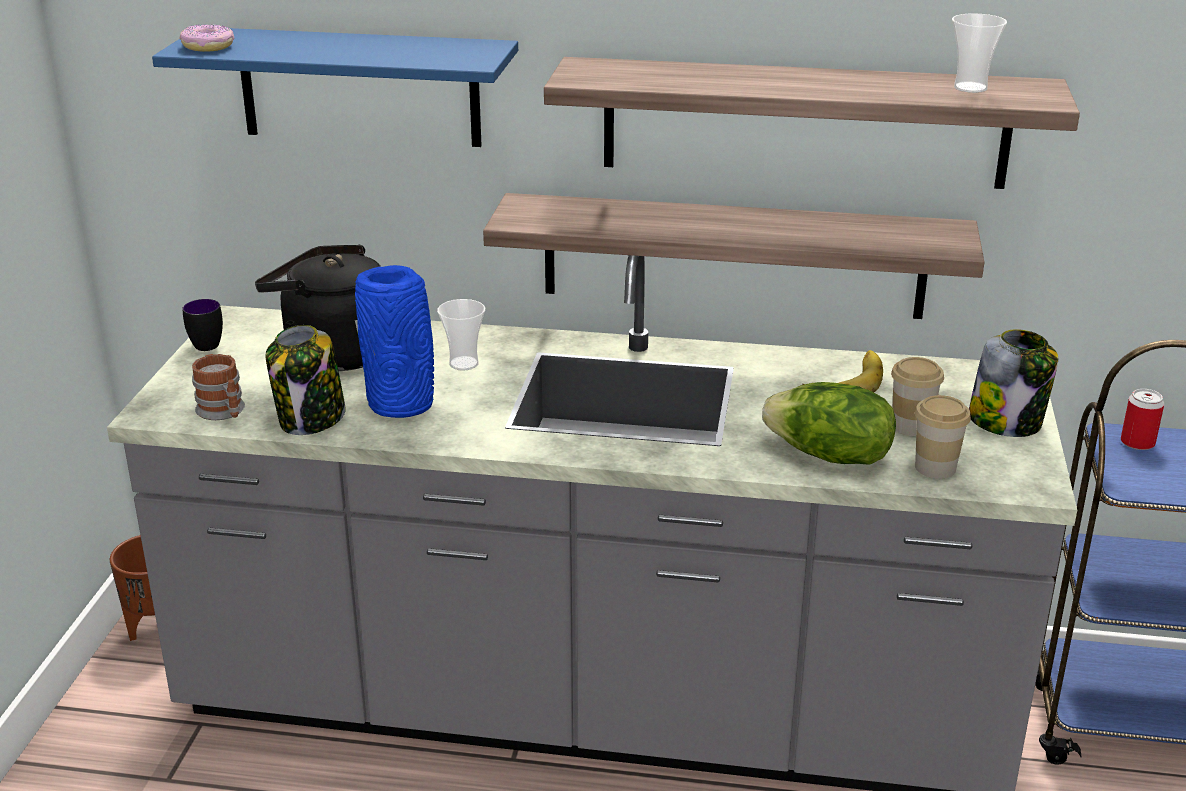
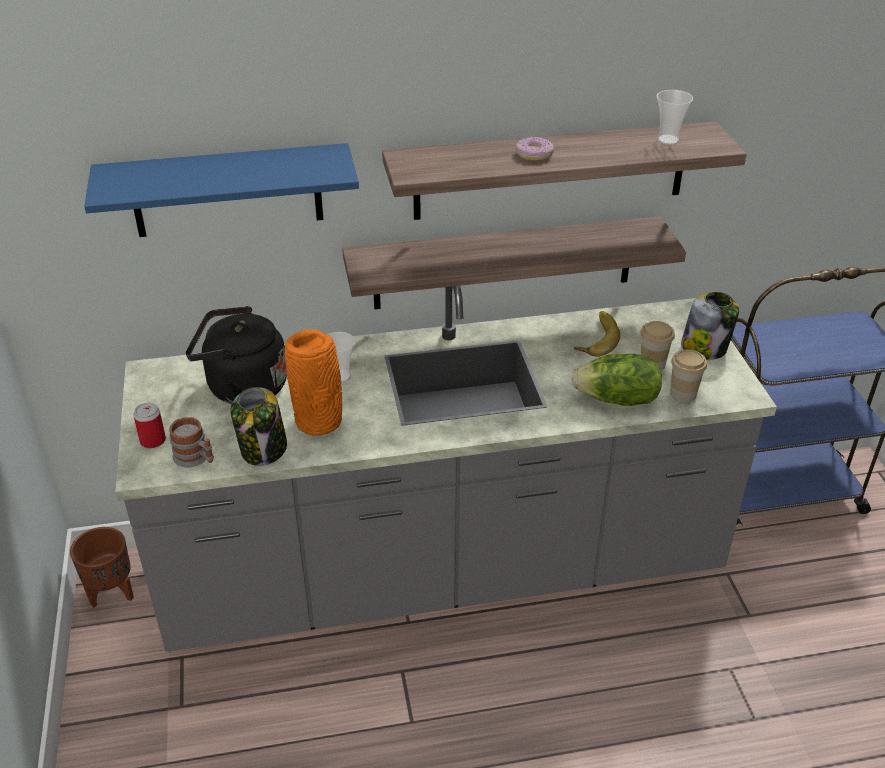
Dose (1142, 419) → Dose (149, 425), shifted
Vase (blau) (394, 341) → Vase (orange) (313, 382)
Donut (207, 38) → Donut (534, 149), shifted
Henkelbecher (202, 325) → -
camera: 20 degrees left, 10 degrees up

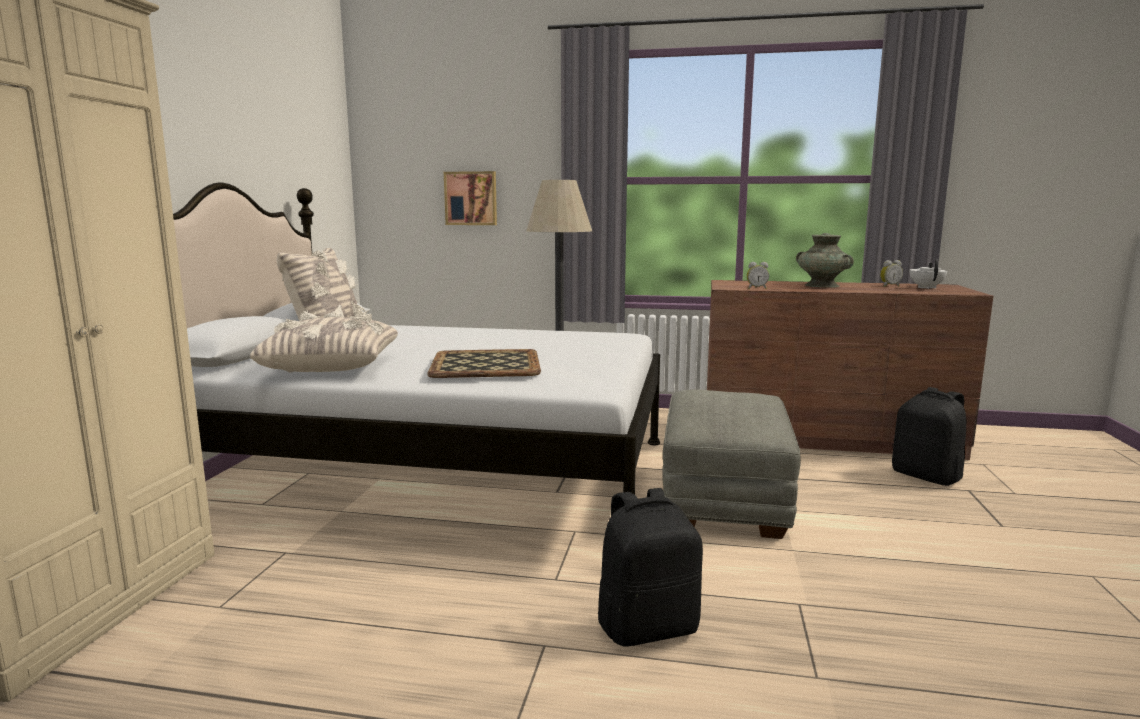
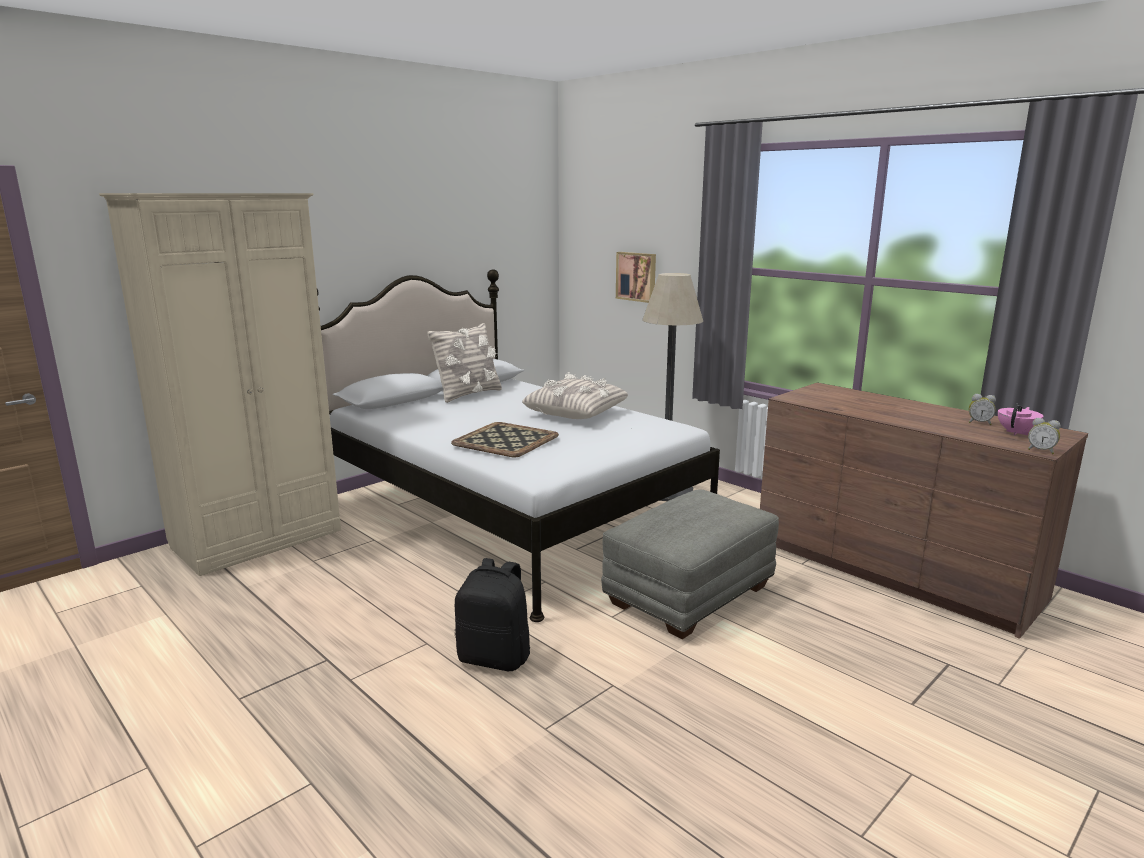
Kissen (beige) (324, 341) → Kissen (beige) (575, 396), shifted
Teekanne (weiß) (928, 274) → Teekanne (rosa) (1020, 419)
Wecker (758, 275) → Wecker (1044, 436), shifted
Vase (türkis) (825, 260) → -
Rucksack (schwarz) (929, 436) → -
camera: 35 degrees right, 5 degrees up

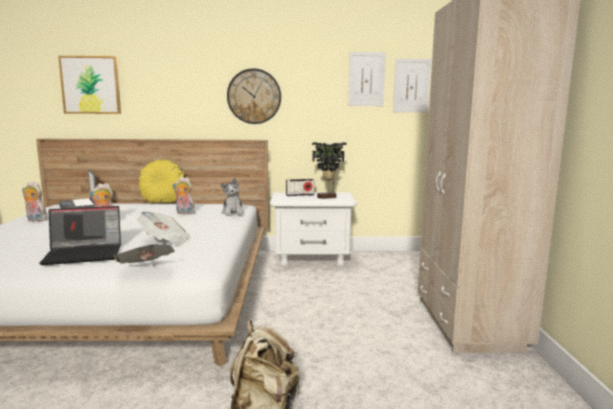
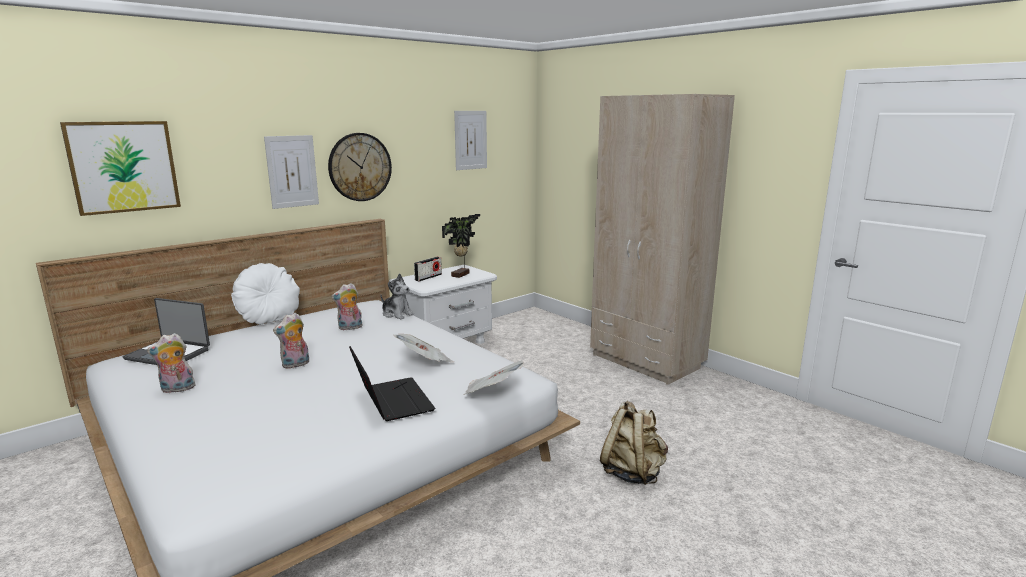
Kissen (gelb) (161, 181) → Kissen (weiß) (265, 294)
Bild (412, 85) → Bild (291, 172), shifted
Laptop (80, 235) → Laptop (392, 383), 60 degrees counterclockwise
camera: 40 degrees left, 5 degrees up

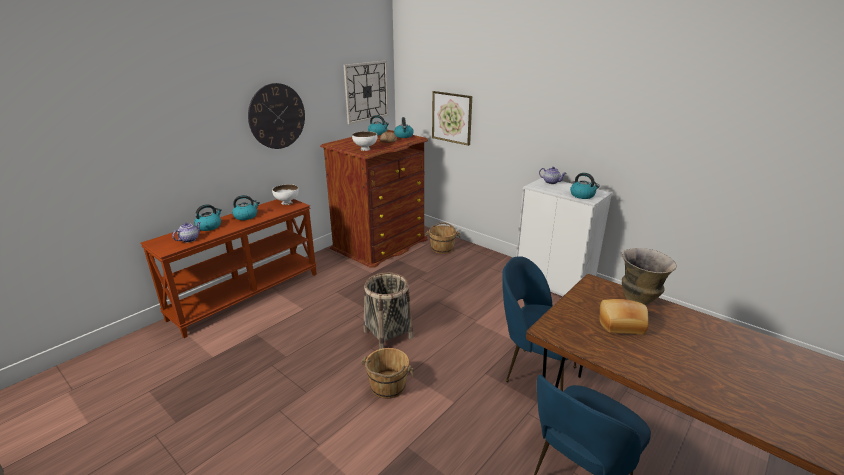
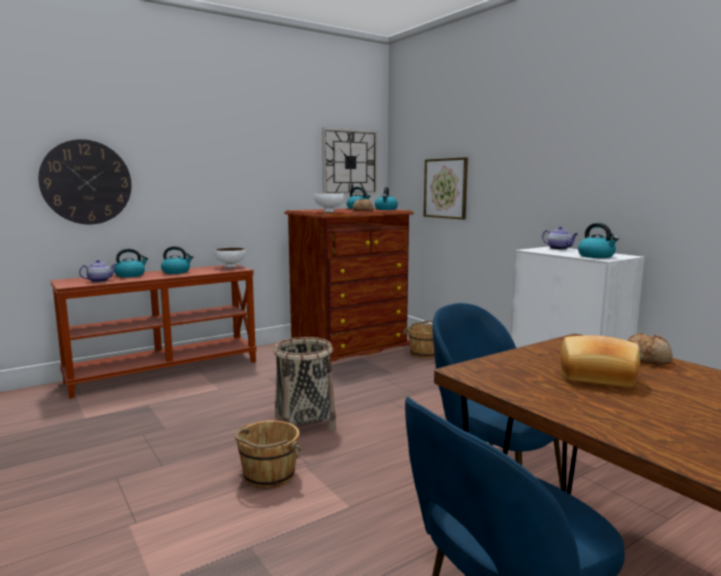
Wanduhr (276, 116) → Wanduhr (85, 181), shifted
Vase (649, 276) → Brot (650, 349)
camera: 15 degrees right, 15 degrees down

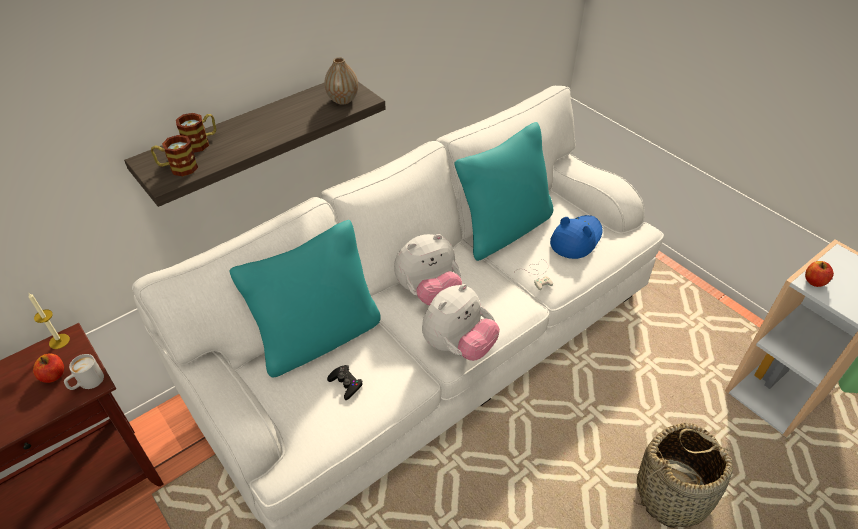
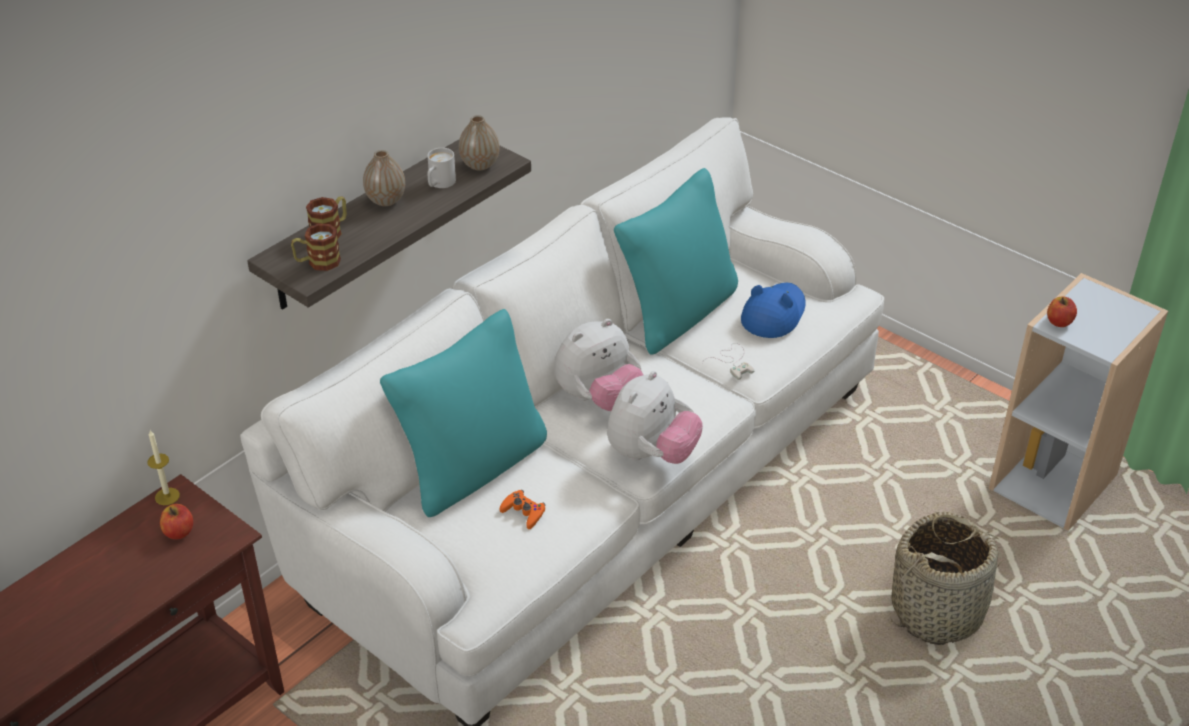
- → Vase (384, 178)
Henkelbecher (weiß) (84, 372) → Henkelbecher (weiß) (441, 168), shifted
Gamepad (schwarz) (345, 382) → Gamepad (orange) (522, 509)
camera: 10 degrees left, 5 degrees down

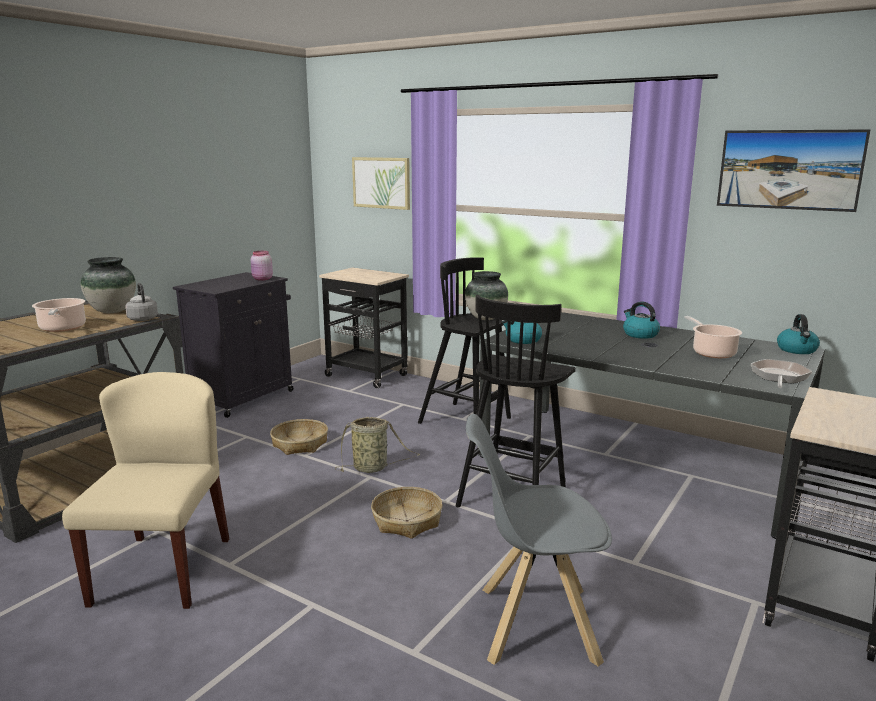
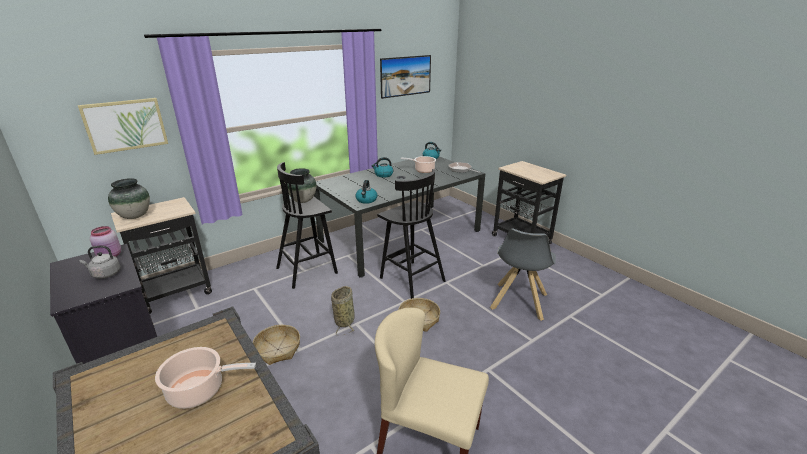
Wasserkessel (grau) (141, 302) → Wasserkessel (grau) (100, 262), shifted
Vase (108, 285) → Vase (129, 198), shifted
camera: 70 degrees left, 10 degrees up

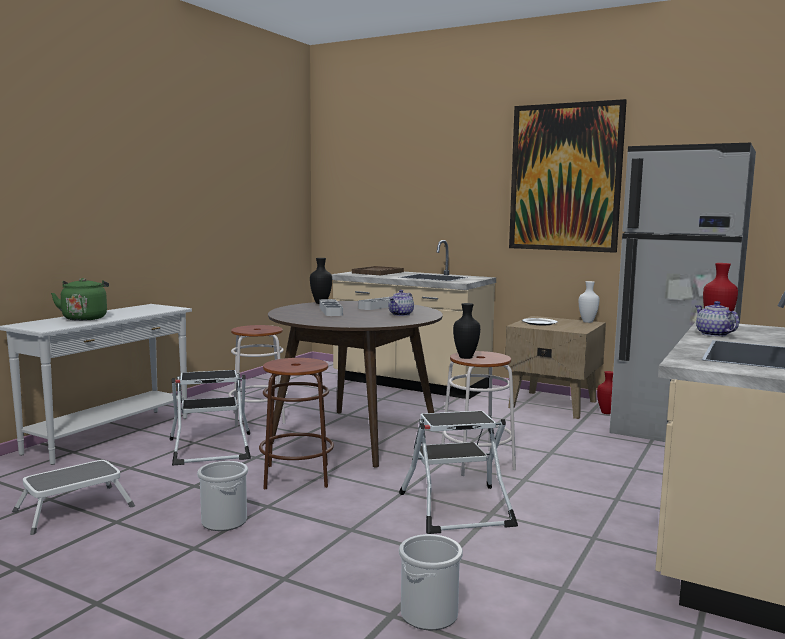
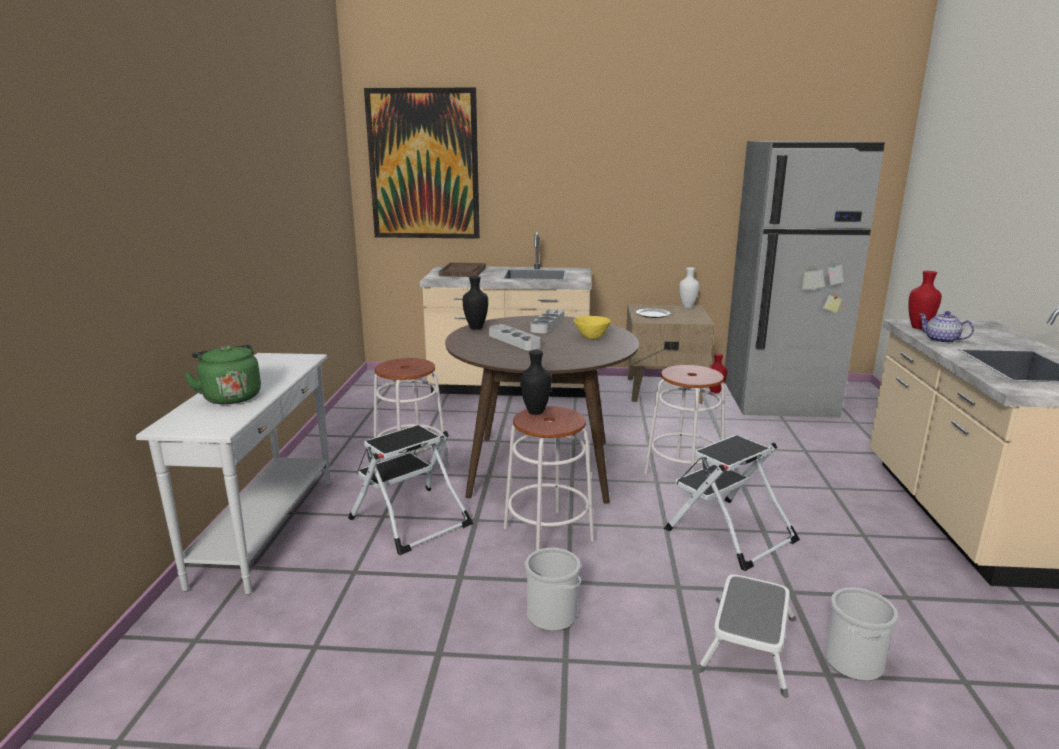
Bild (568, 176) → Bild (422, 163), shifted
Hocker (braun) (296, 423) → Hocker (weiß) (549, 478)
Vase (schwarz) (466, 331) → Vase (schwarz) (536, 382), shifted
Teekanne (401, 303) → Schüssel (gelb) (592, 327)
Trittleiter (grau) (73, 497) → Trittleiter (grau) (746, 636), shifted
camera: 25 degrees left, 10 degrees up

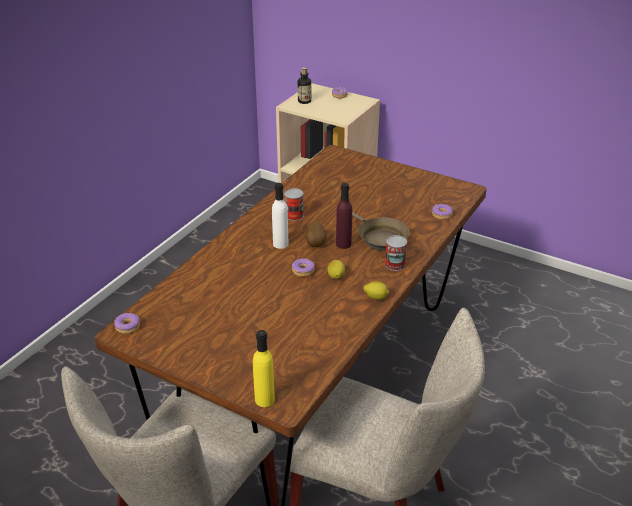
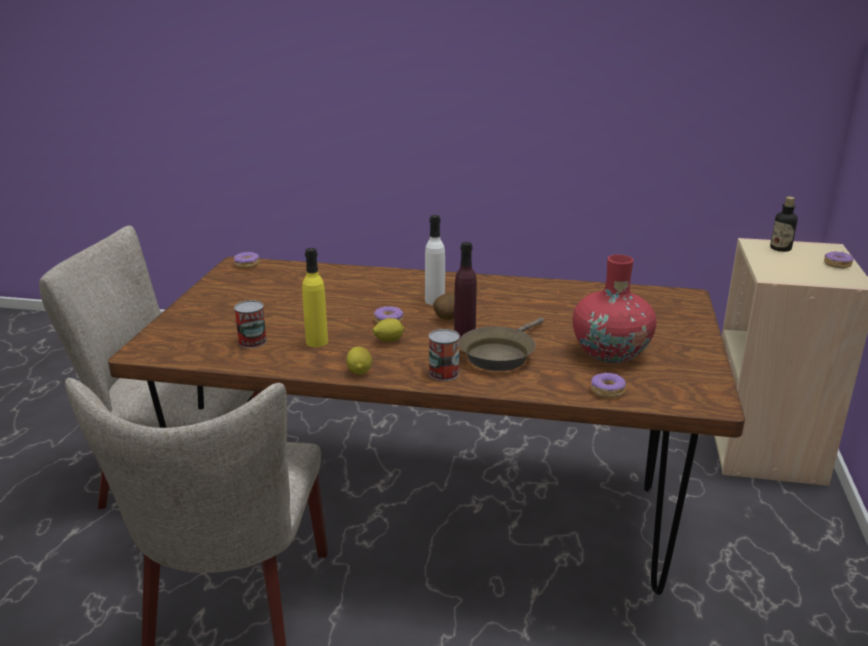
Dose (294, 204) → Dose (250, 324), shifted
Flasche (gelb) (264, 368) → Flasche (gelb) (315, 297), shifted
- → Vase (rot) (615, 309)
camera: 70 degrees right, 10 degrees down

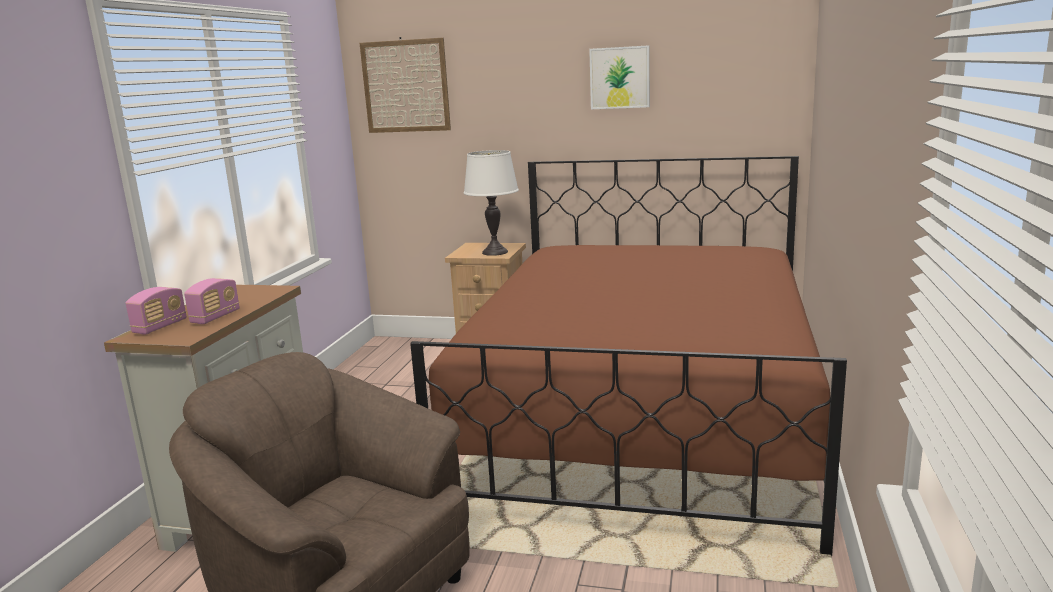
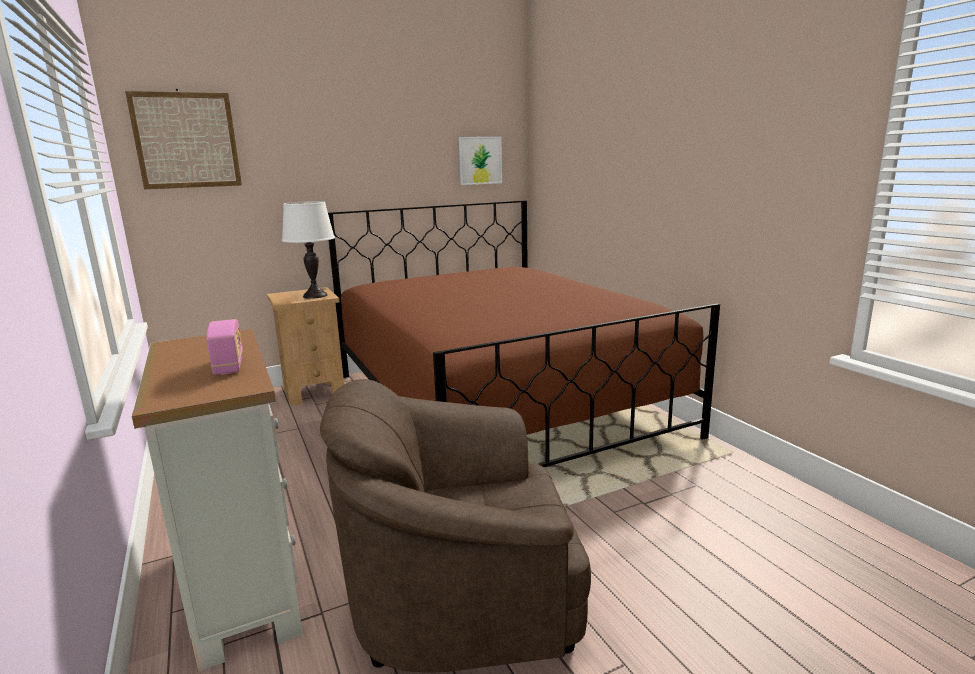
Bild (619, 77) → Bild (480, 161), shifted
Radio (156, 310) → -
camera: 40 degrees left, 0 degrees up

